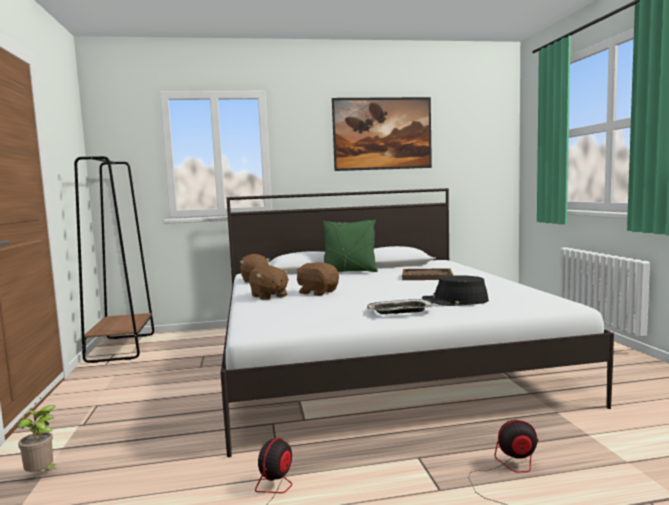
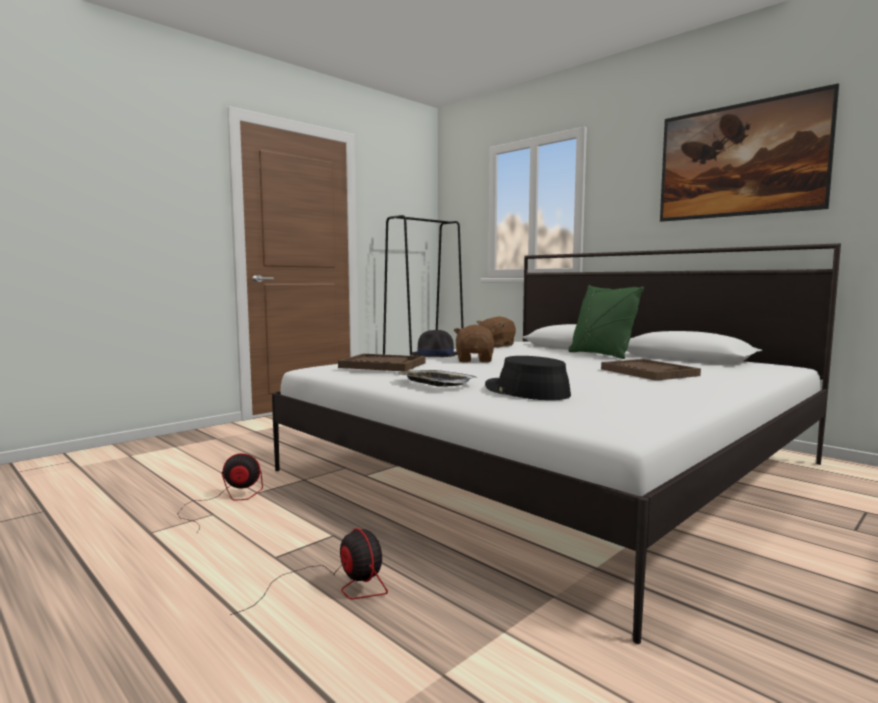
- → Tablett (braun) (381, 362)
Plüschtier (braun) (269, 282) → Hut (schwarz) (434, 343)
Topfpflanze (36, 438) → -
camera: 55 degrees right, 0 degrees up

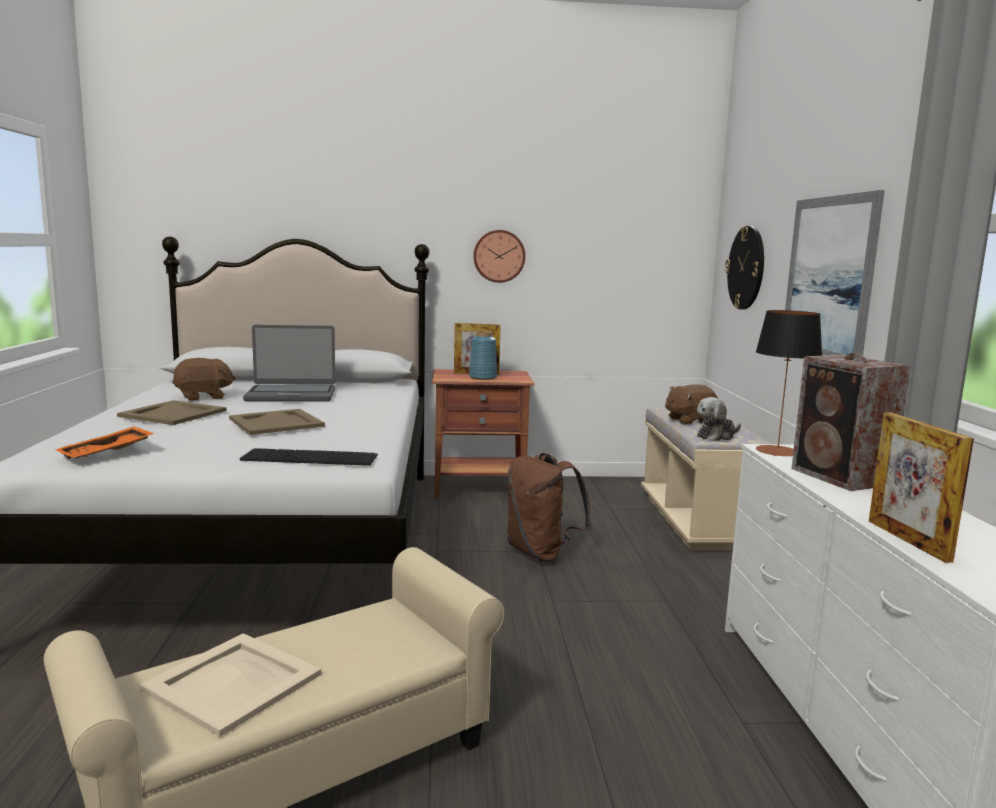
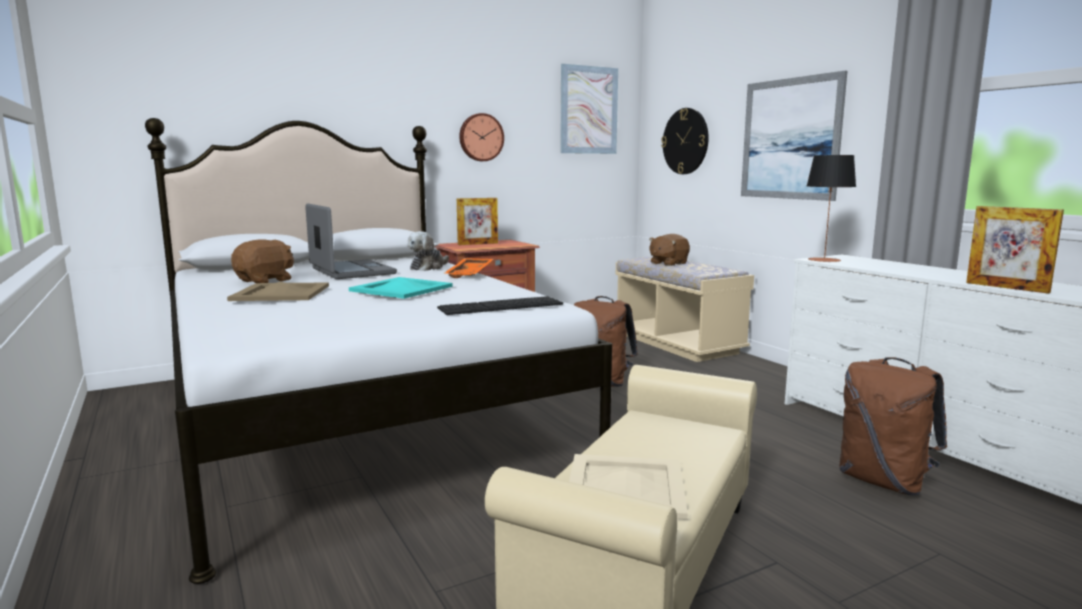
Laptop (289, 363) → Laptop (351, 241), 90 degrees counterclockwise
Tablett (beige) (277, 422) → Tablett (türkis) (401, 288)
Plüschtier (719, 419) → Plüschtier (428, 251), shifted
Tablett (orange) (104, 443) → Tablett (orange) (468, 268), shifted
- → Bild (589, 109)
- → Rucksack (braun) (893, 426)
Vase (blau) (483, 355) → -
Lautsprecher (851, 422) → -
camera: 25 degrees left, 0 degrees up

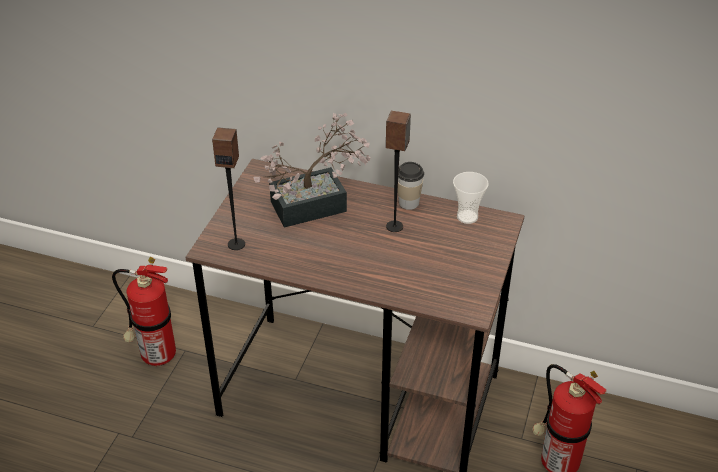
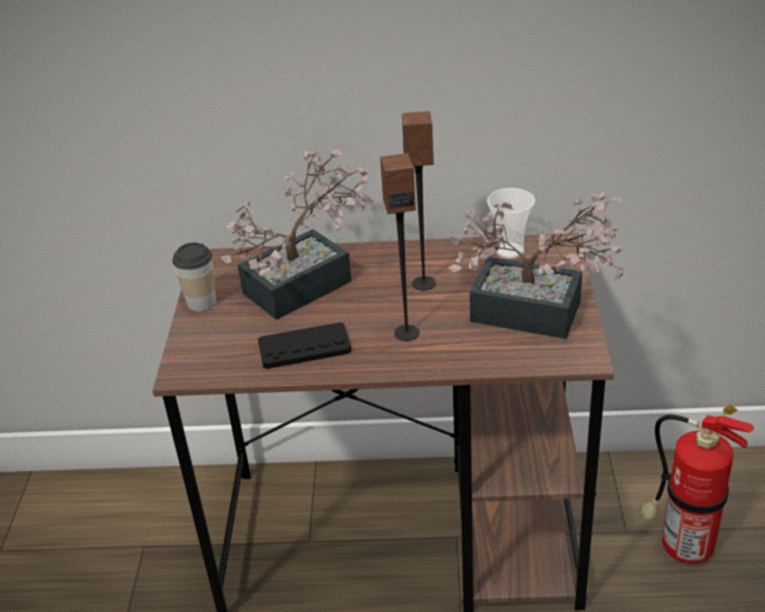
Tasse (411, 186) → Tasse (194, 276), shifted
- → Gamepad (schwarz) (305, 345)
Lautsprecher (228, 188) → Lautsprecher (399, 247), shifted
- → Topfpflanze (536, 265)
Feuerlöscher (144, 311) → -
camera: 15 degrees left, 5 degrees down

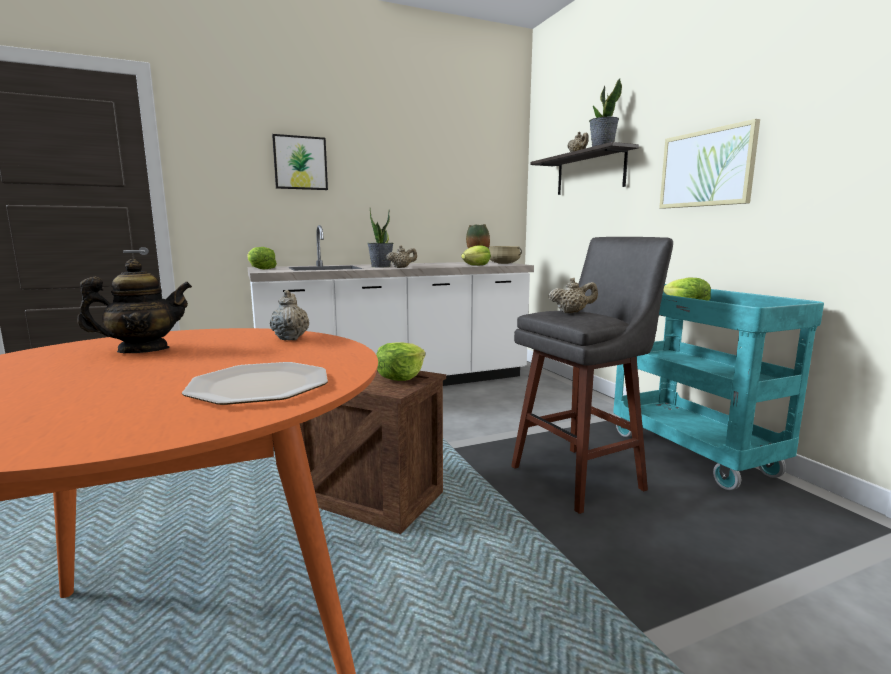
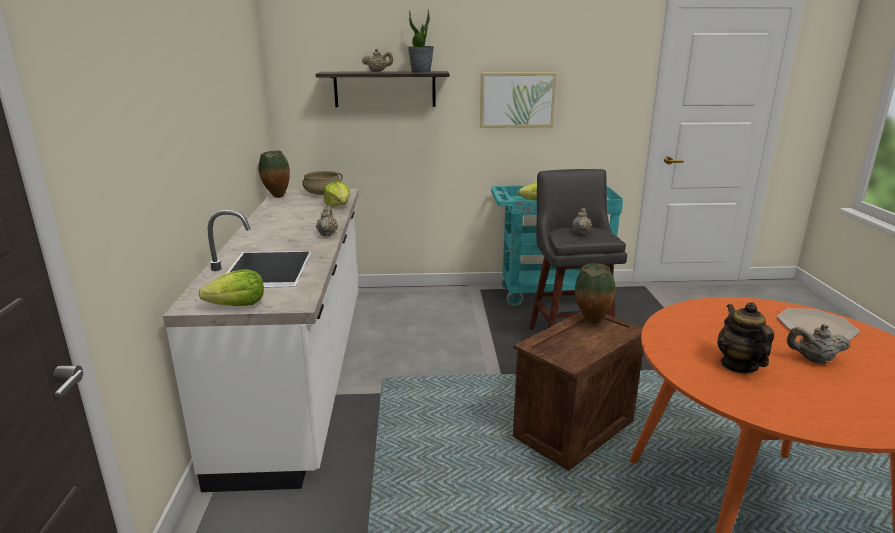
Salatkopf (401, 361) → Vase (595, 293)
Teekanne (beige) (289, 315) → Teekanne (beige) (818, 344), shifted
Bild (300, 162) → -
Topfpflanze (380, 237) → -
camera: 70 degrees left, 10 degrees up

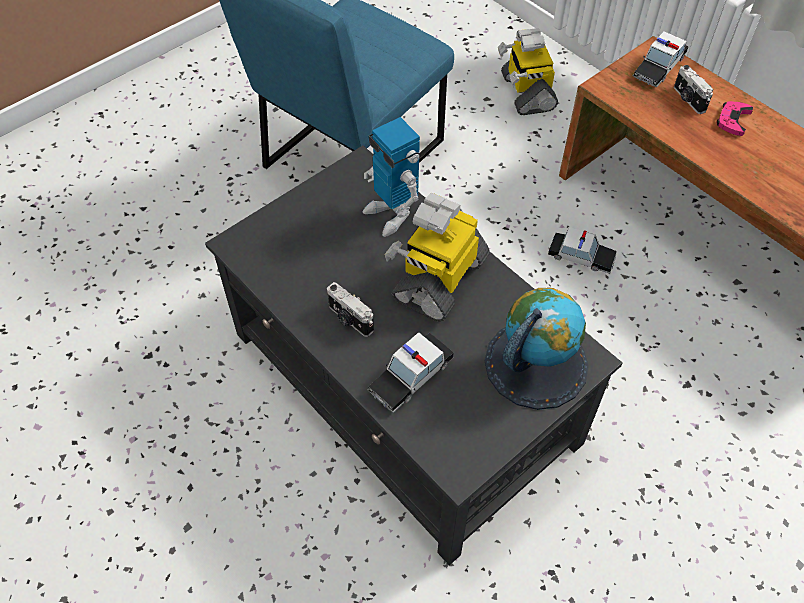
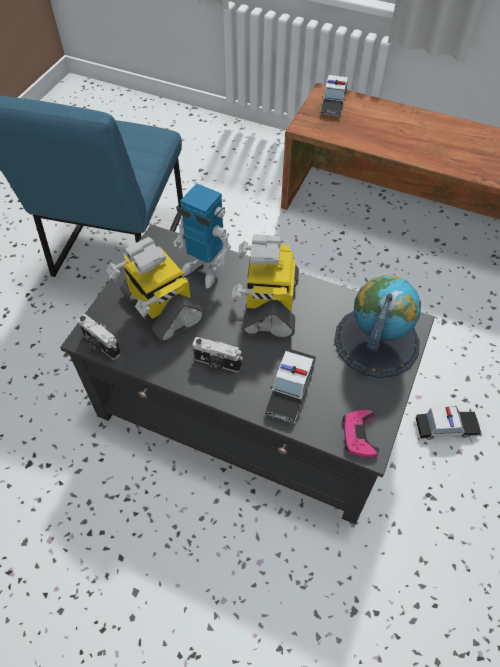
Kamera (693, 89) → Kamera (99, 336), shifted
Spielzeugroboter (528, 71) → Spielzeugroboter (155, 290), shifted
Gamepad (rosa) (735, 118) → Gamepad (rosa) (360, 433), shifted
Spielzeugauto (582, 250) → Spielzeugauto (448, 423), shifted
camera: 25 degrees left, 0 degrees up

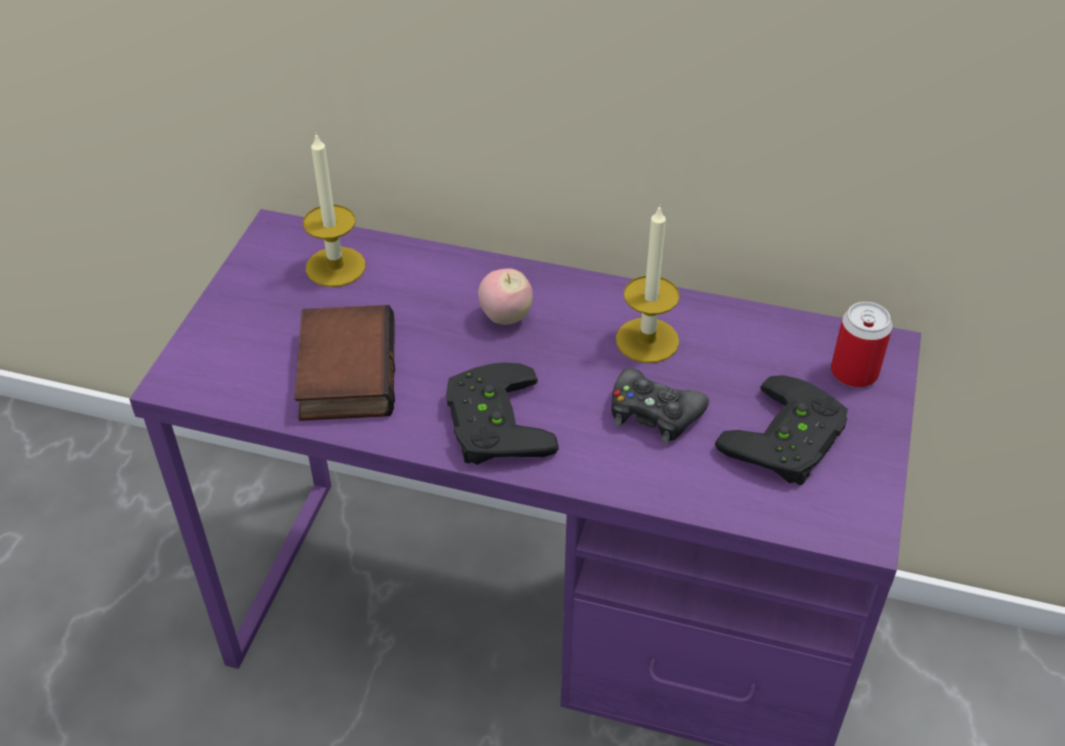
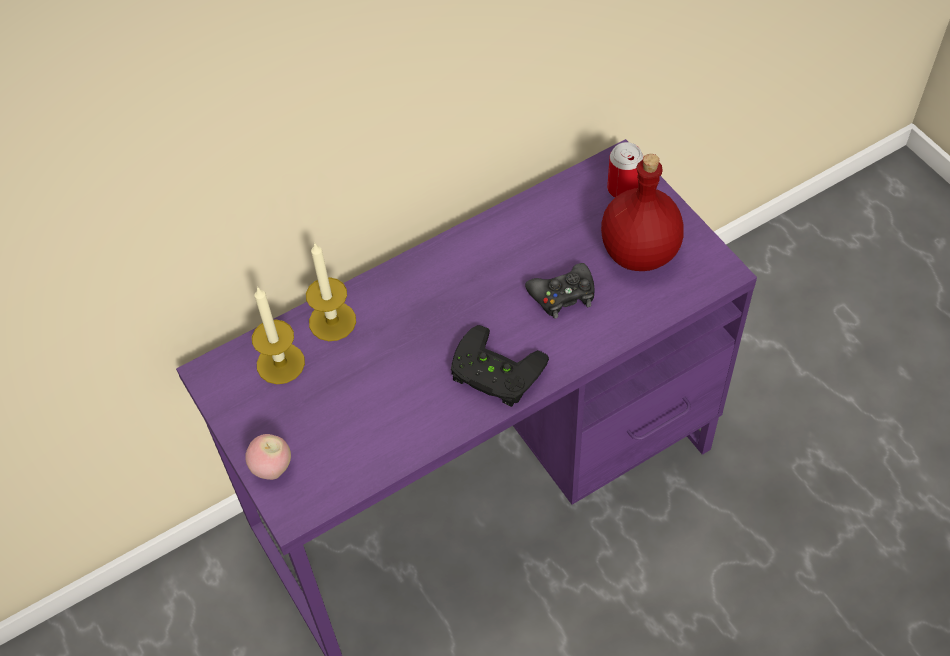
Apfel (505, 297) → Apfel (268, 457), shifted
Kerze (648, 284) → Kerze (331, 292), shifted
Gamepad (schwarz) (781, 430) → Flasche (rot) (642, 212)
Buch (344, 363) → -
camera: 45 degrees left, 10 degrees up

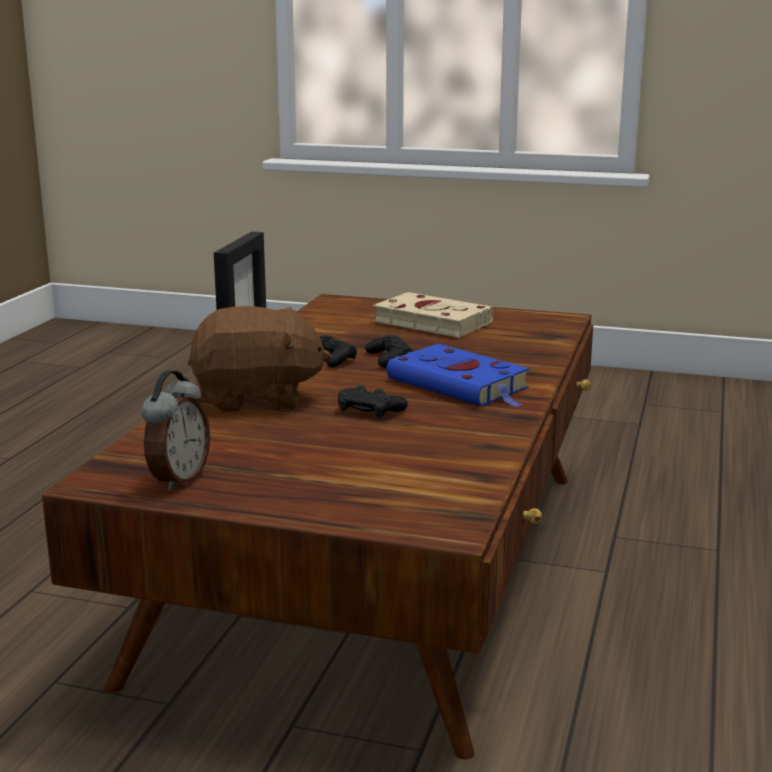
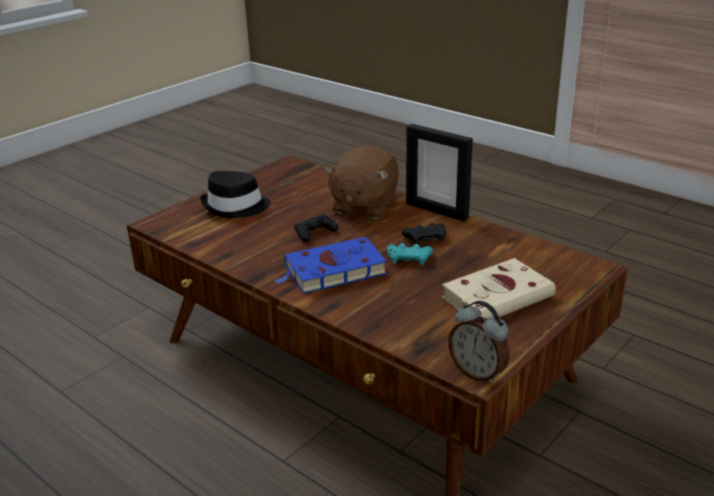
- → Hut (schwarz) (235, 194)
Gamepad (schwarz) (389, 351) → Gamepad (türkis) (410, 254)
Wecker (176, 430) → Wecker (479, 342), shifted
camera: 115 degrees right, 10 degrees up

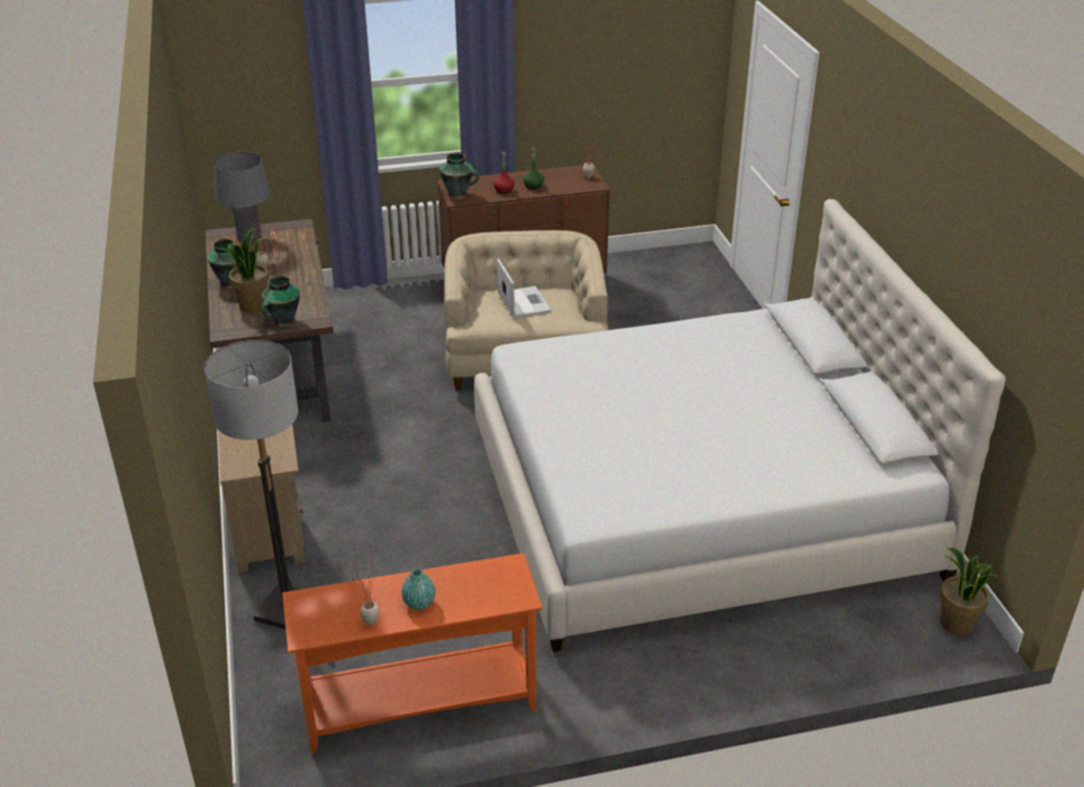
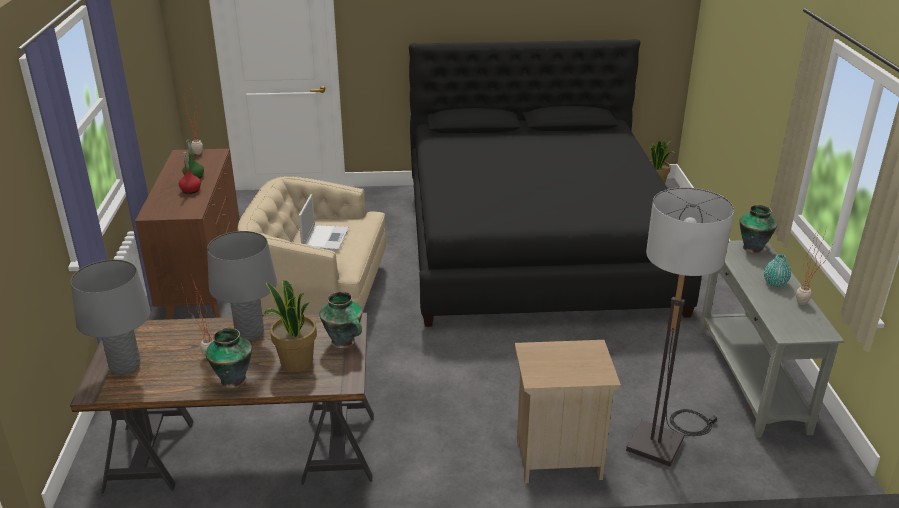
- → Tischlampe (grau) (242, 286)
Laptop (524, 288) → Laptop (323, 222), 105 degrees clockwise
Bett (weiß) (740, 425) → Bett (schwarz) (555, 183)
Konsolentisch (orange) (412, 653) → Konsolentisch (grau) (771, 339)
Vase (459, 176) → Vase (758, 229), shifted
camera: 80 degrees left, 5 degrees down

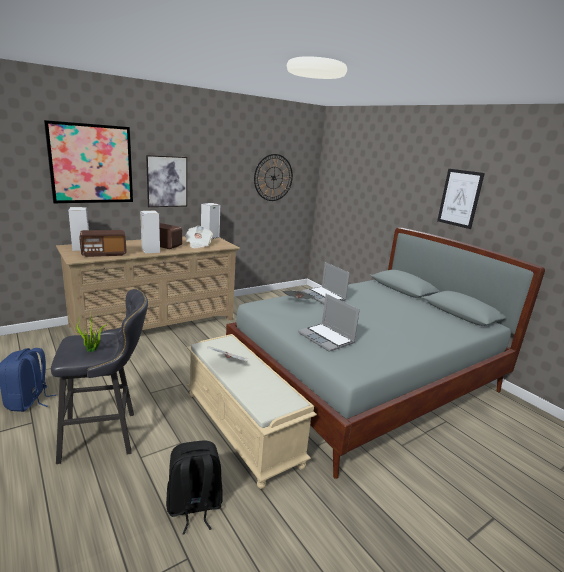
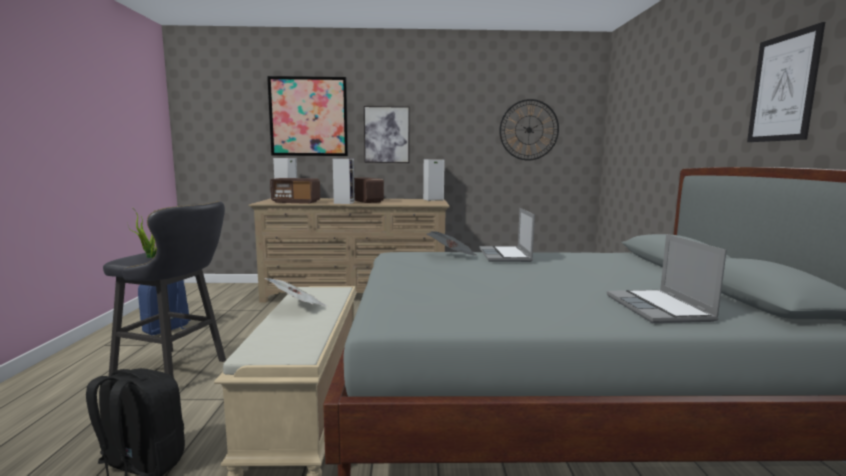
Laptop (329, 323) → Laptop (667, 278), shifted
Zeitung (199, 237) → -
camera: 35 degrees right, 10 degrees down

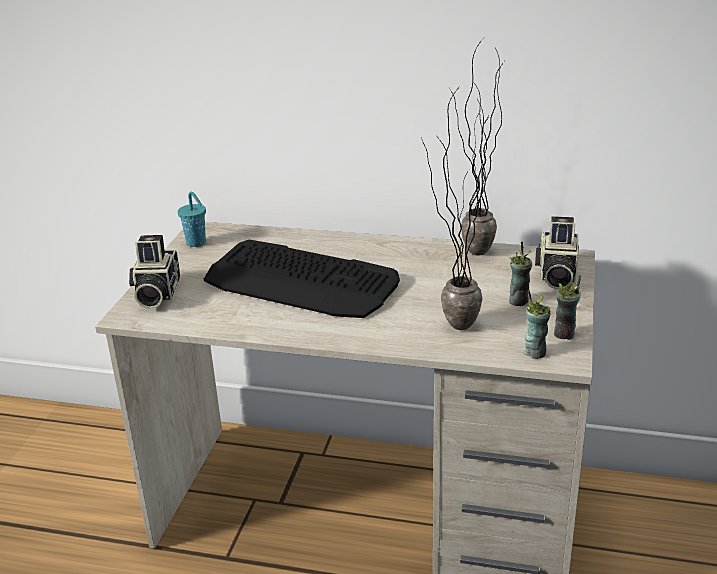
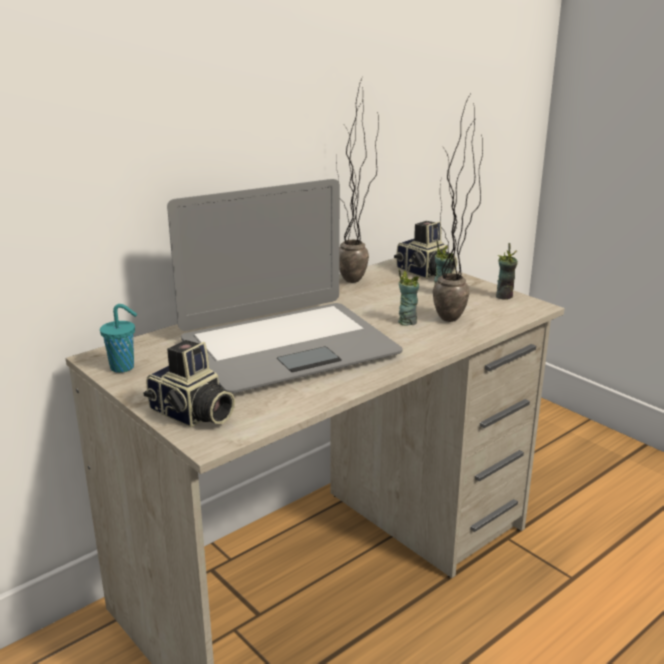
Tastatur (302, 279) → Laptop (284, 286)
Tasse (537, 324) → Tasse (408, 297), shifted
camera: 55 degrees left, 5 degrees down

